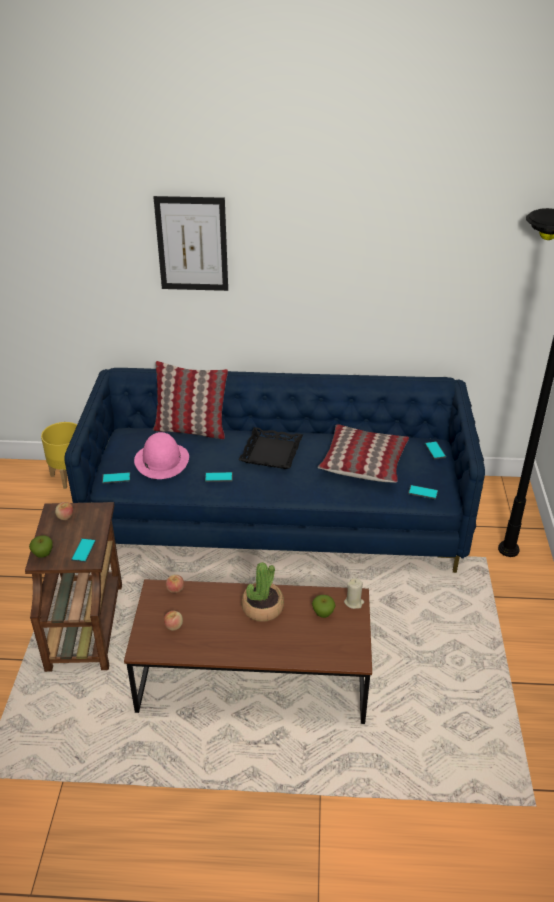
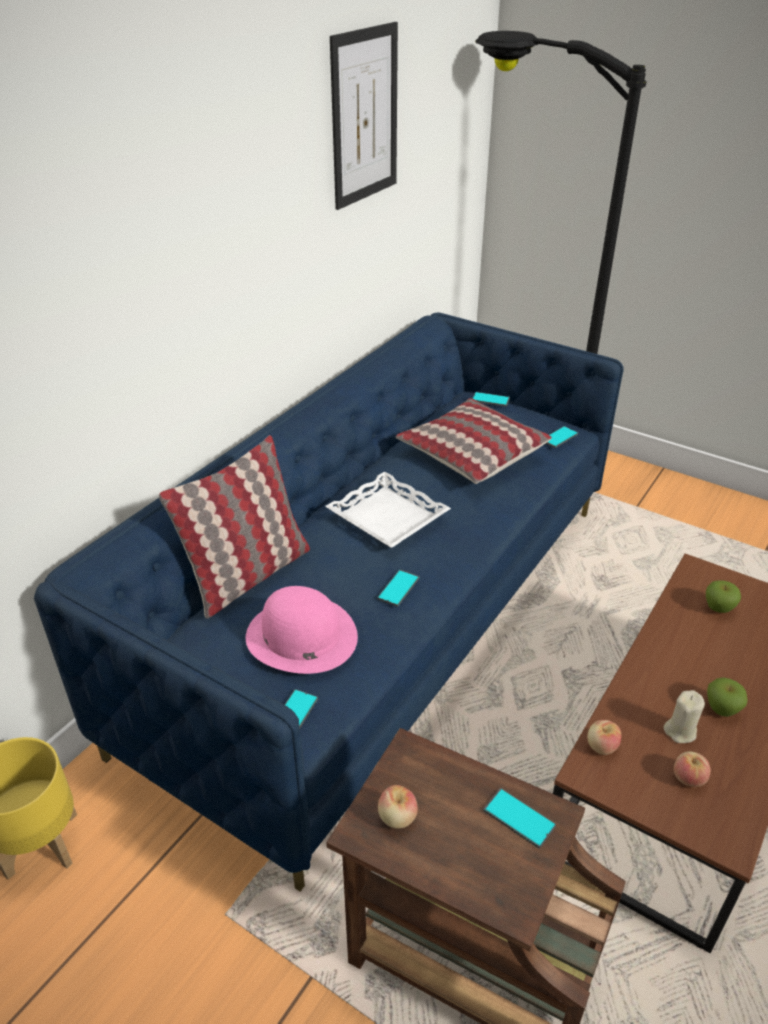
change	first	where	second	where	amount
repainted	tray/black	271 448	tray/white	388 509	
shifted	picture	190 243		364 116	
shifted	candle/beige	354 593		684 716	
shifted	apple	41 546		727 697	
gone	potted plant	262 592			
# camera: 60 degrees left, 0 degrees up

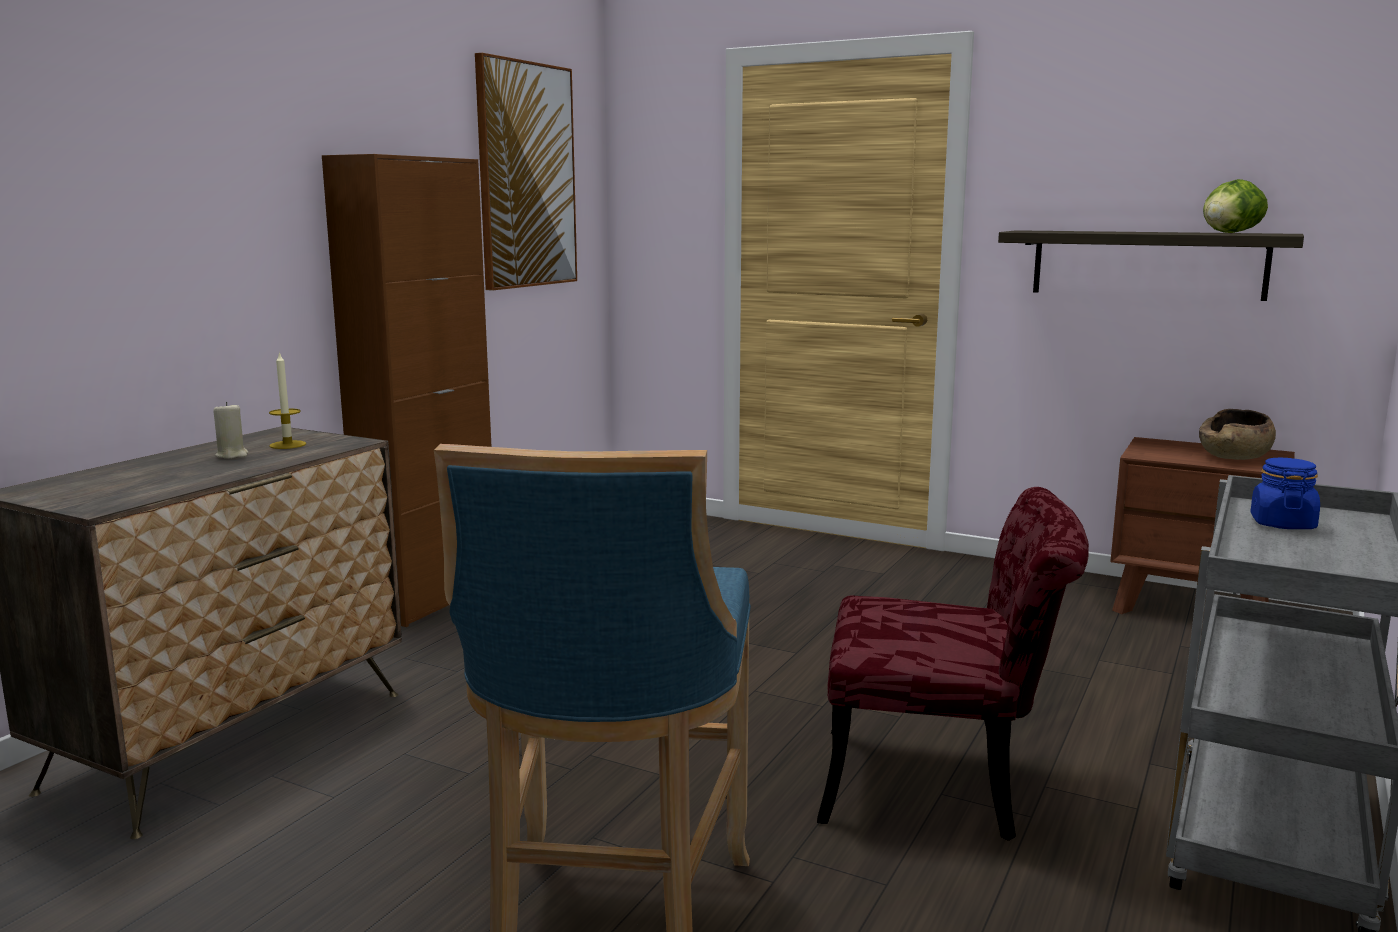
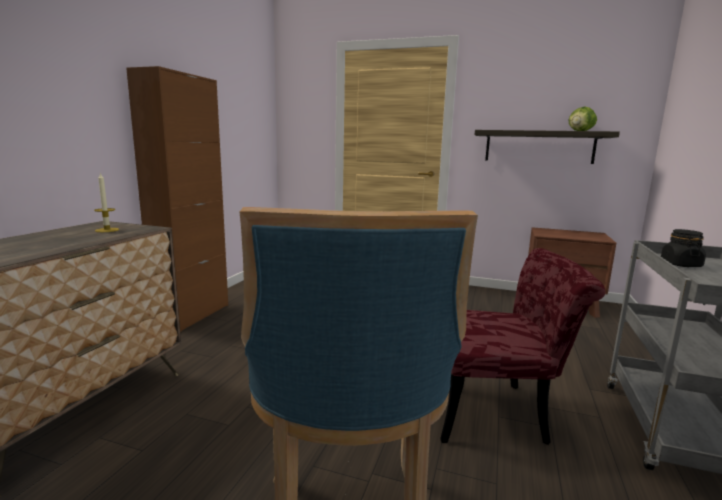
change	first	where	second	where	amount
repainted	jar/blue	1285 493	jar/black	683 248	
gone	candle/beige	231 430			
gone	picture	526 172			
gone	bowl/brown	1237 434			
# camera: 10 degrees left, 0 degrees up

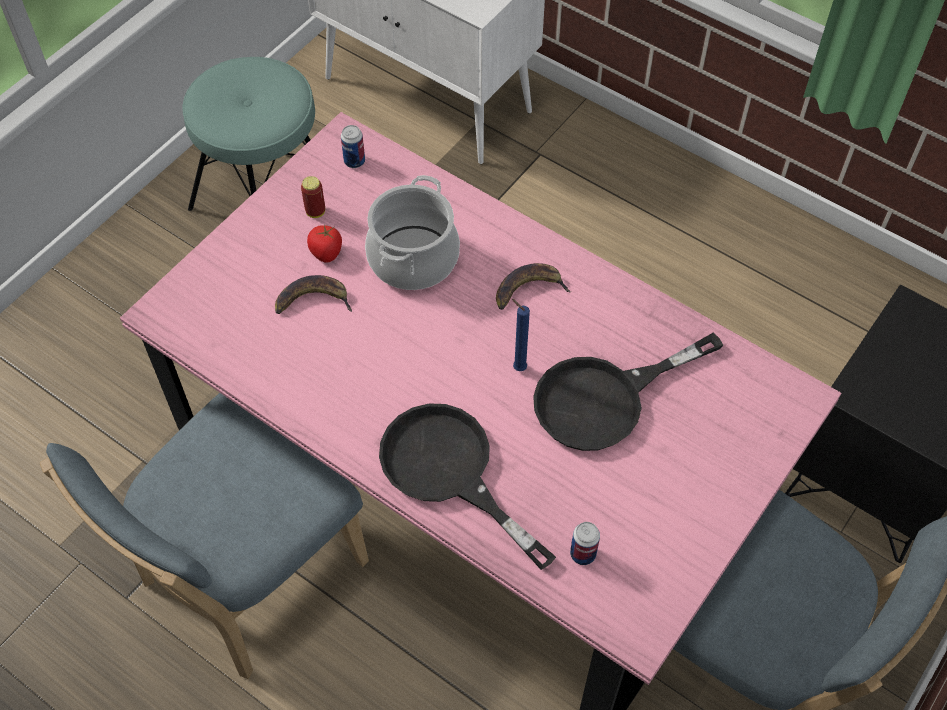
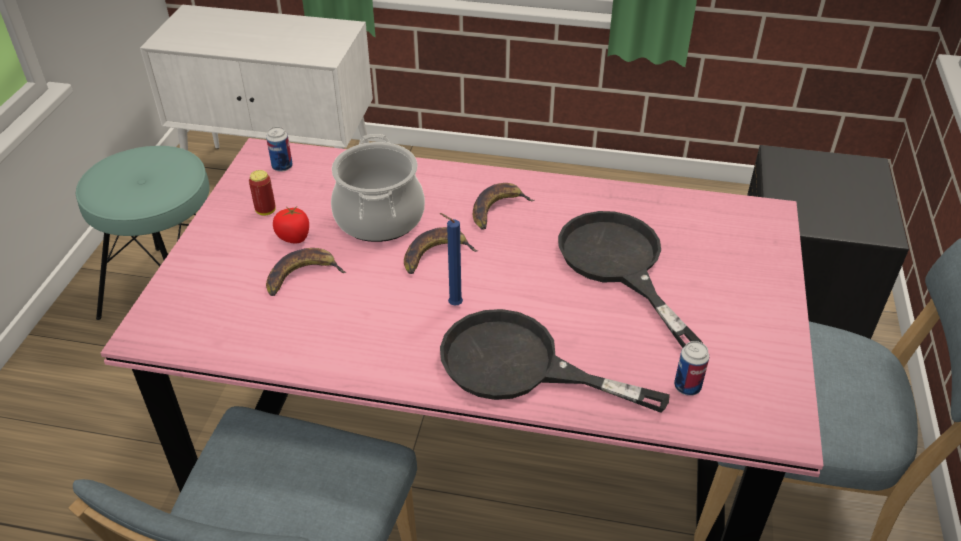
change	first	where	second	where	amount
new			banana	441 250	
shifted	candle/blue	521 335		451 259	
rotated	frying pan/black	628 391		630 279	120 degrees clockwise
# camera: 25 degrees left, 15 degrees down

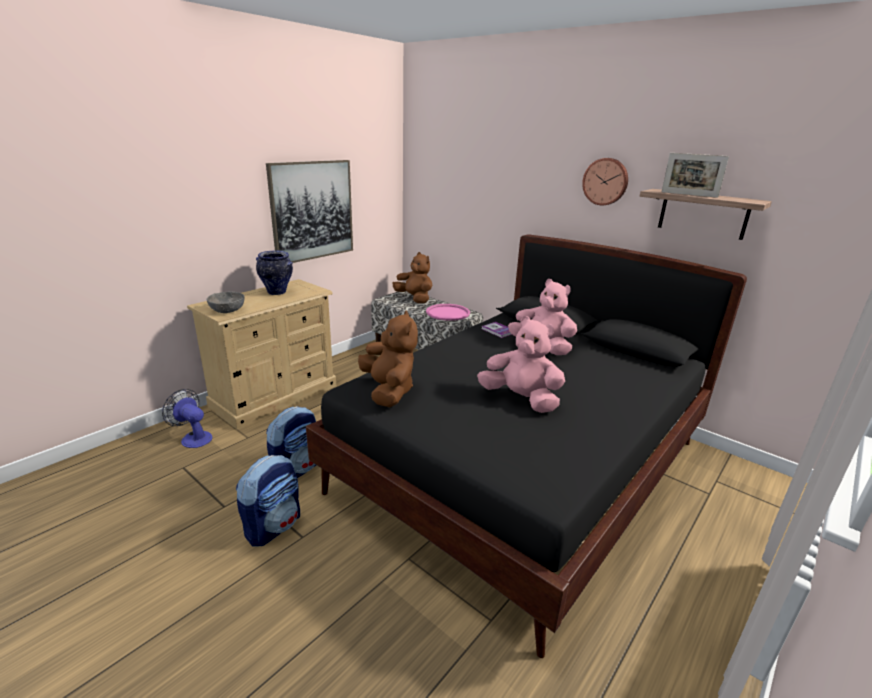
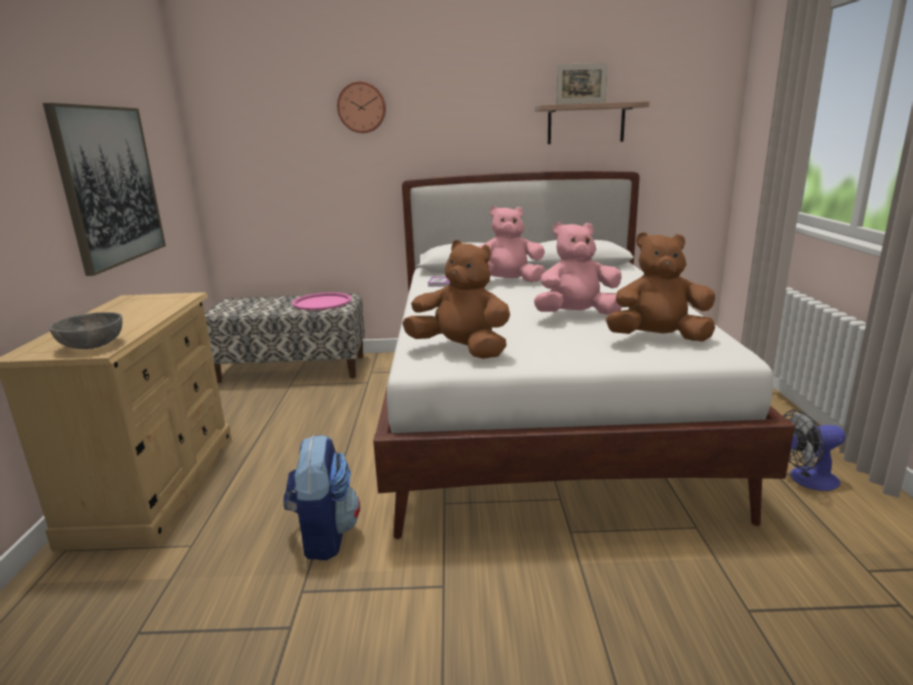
change	first	where	second	where	amount
shifted	wall clock	605 182		361 107	
repainted	bed/black	526 446	bed/white	584 355	
shifted	plush toy/brown	412 277		660 287	
shifted	fan	187 418		814 450	
gone	backpack	268 501			
gone	vase	274 273			
# camera: 40 degrees left, 5 degrees down

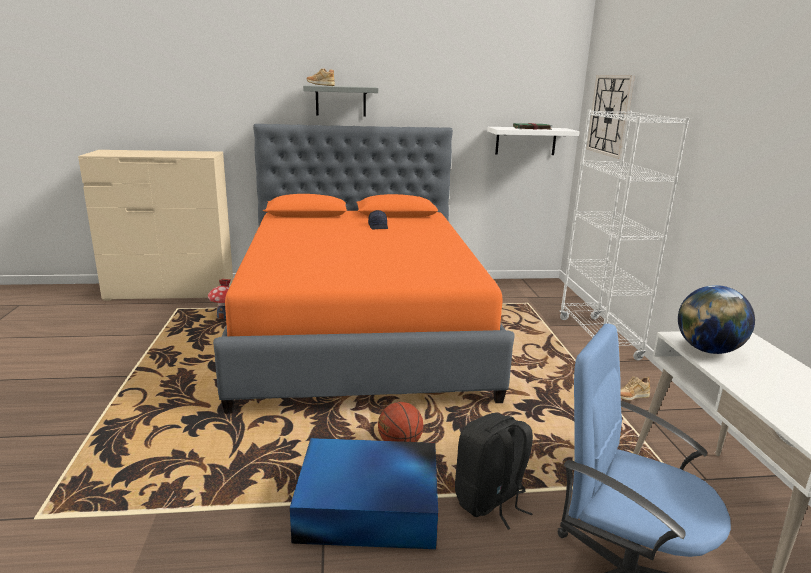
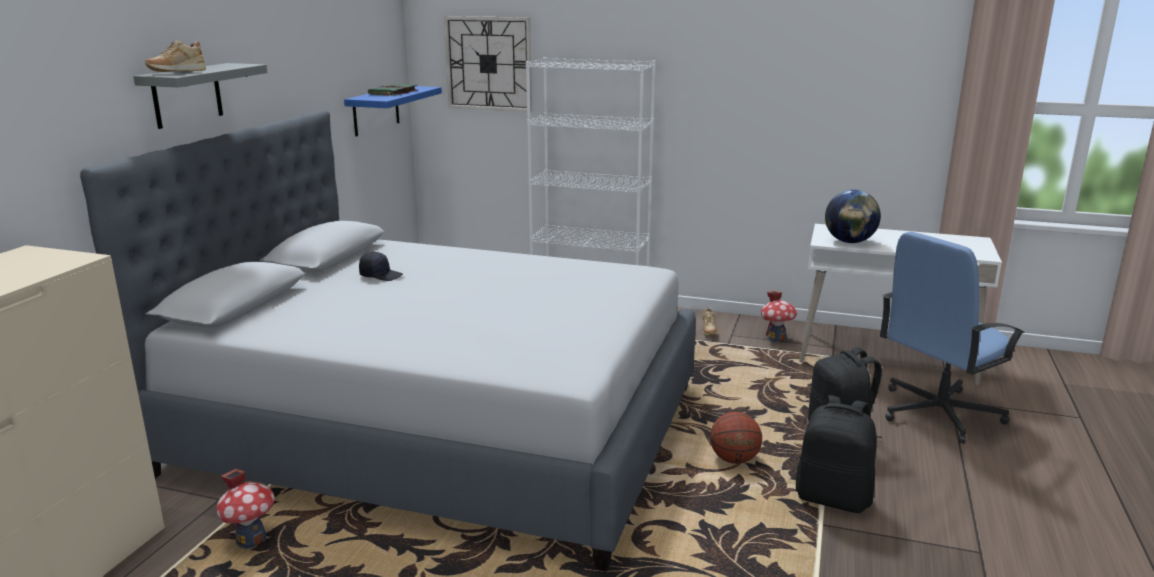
change	first	where	second	where	amount
repainted	bed/orange	364 269	bed/grey	388 341	
repainted	shelf/white	533 141	shelf/blue	393 111	
new			toy house	779 317	
swapped	storage box/blue	364 493	backpack/black	836 454	
# camera: 65 degrees left, 0 degrees up

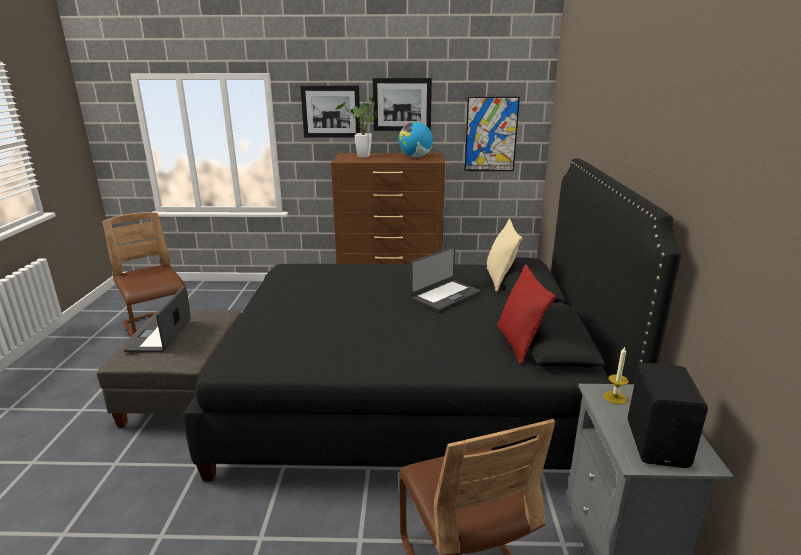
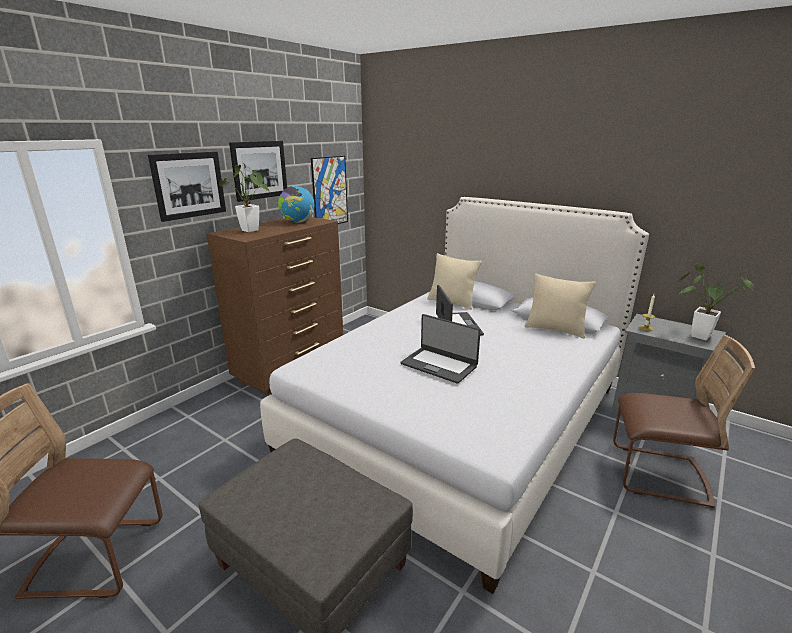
change	first	where	second	where	amount
repainted	bed/black	432 319	bed/white	454 395	
shifted	laptop	157 319		440 349	
repainted	pillow/red	526 314	pillow/beige	560 305	
swapped	speaker/black	668 415	potted plant	716 301	
# camera: 55 degrees left, 0 degrees up

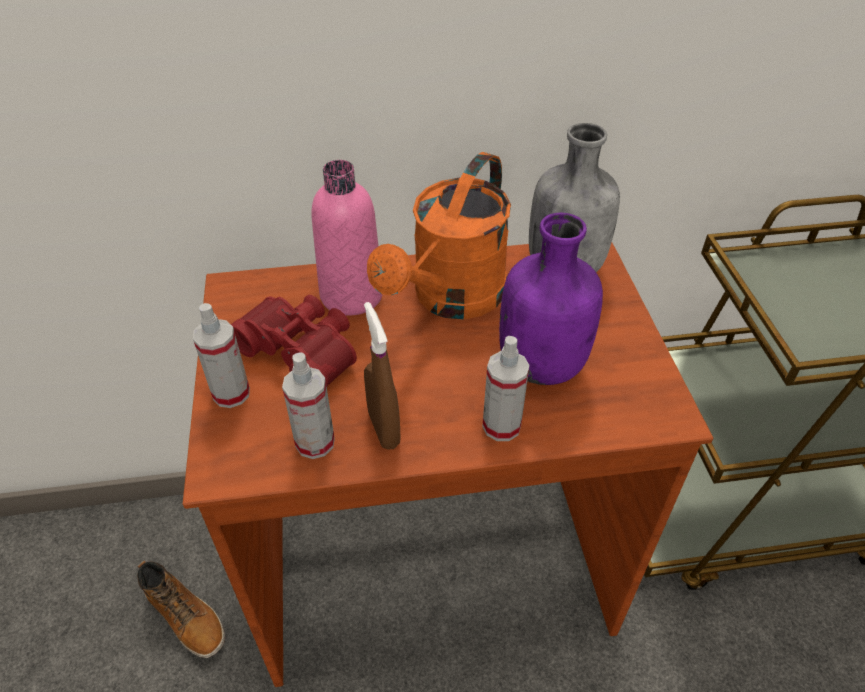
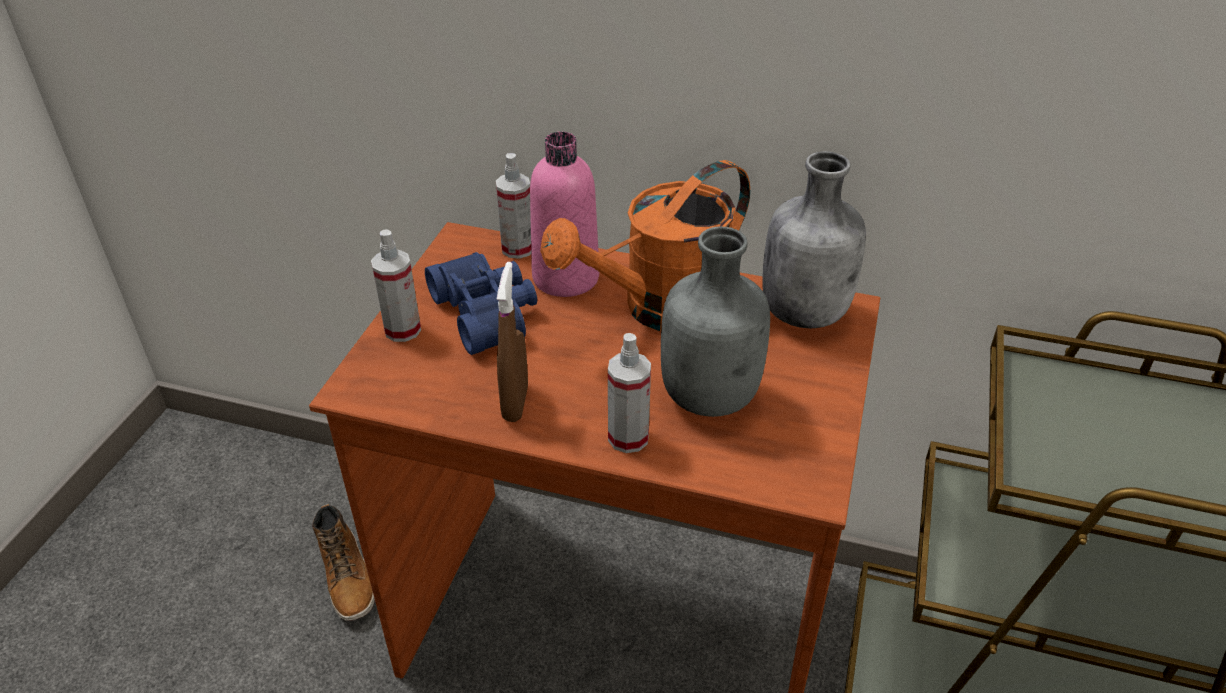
change	first	where	second	where	amount
repainted	binoculars/red	294 341	binoculars/blue	481 303	
shifted	spray bottle	308 406		513 206	
repainted	bottle/purple	551 298	bottle/grey	715 322	
# camera: 25 degrees right, 5 degrees down

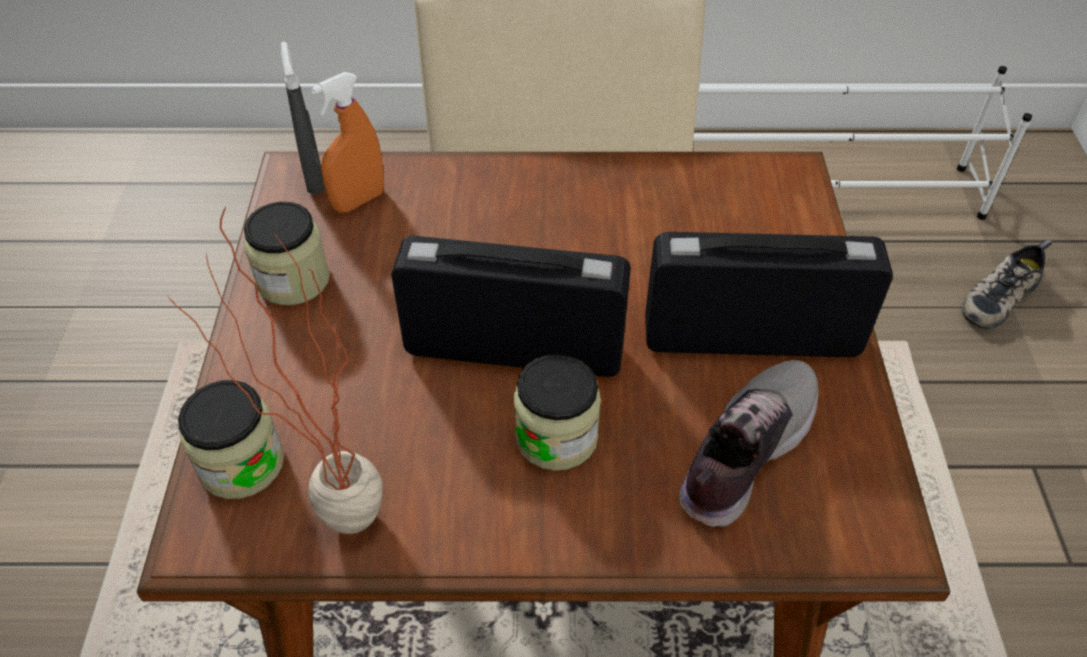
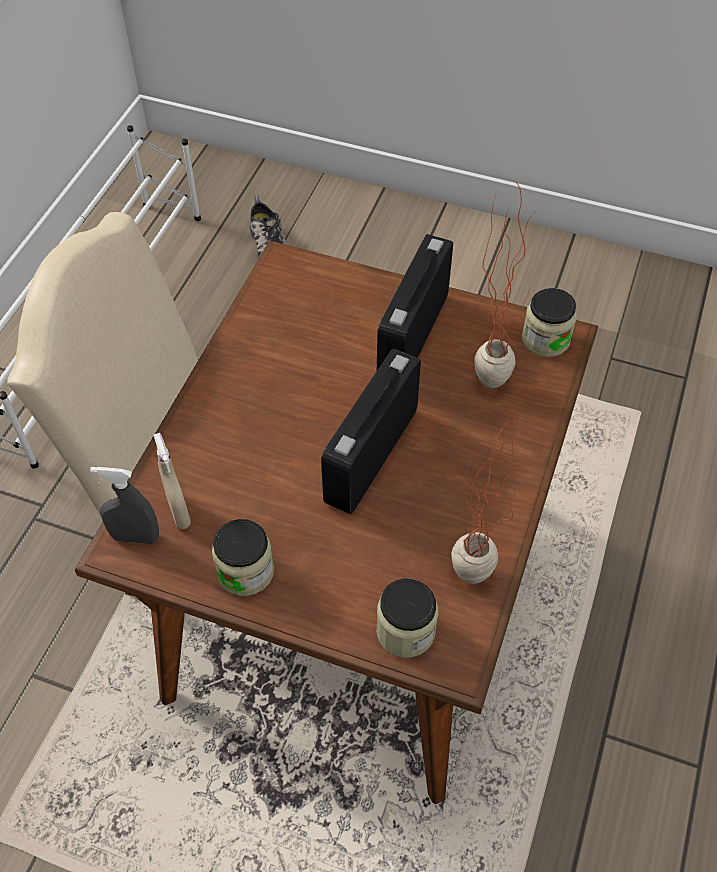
change	first	where	second	where	amount
repainted	spray bottle/orange	347 142	spray bottle/beige	172 481	
swapped	shoe	748 443	potted plant	506 286	
shifted	jar	557 412		549 322	
# camera: 70 degrees left, 5 degrees up

